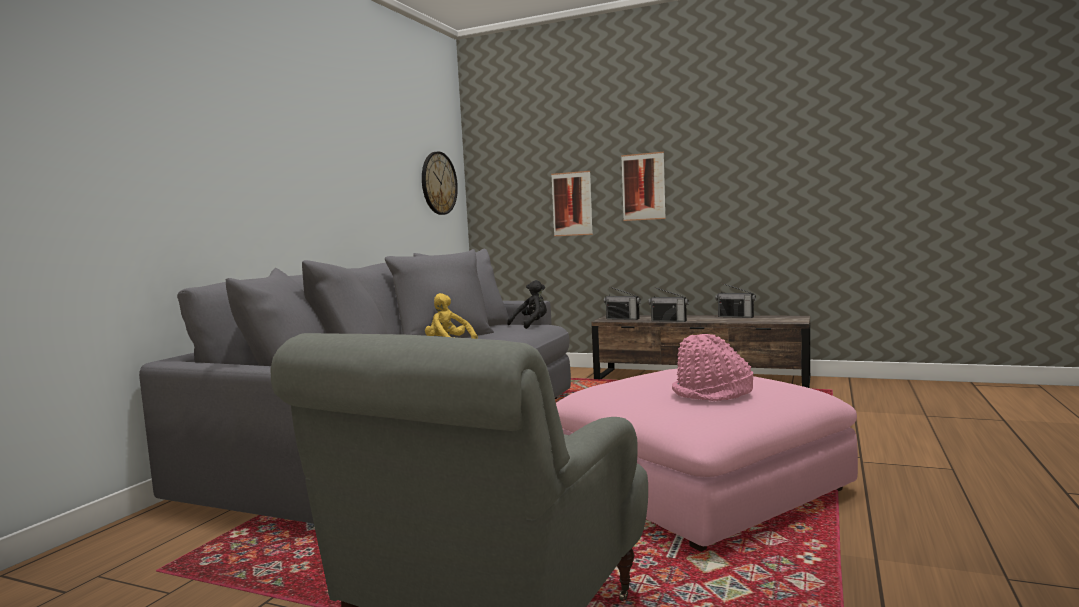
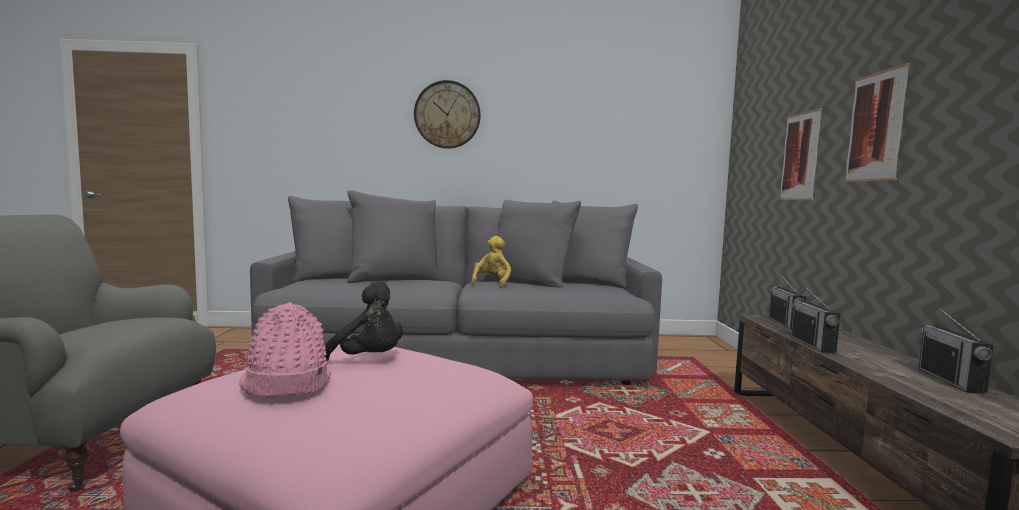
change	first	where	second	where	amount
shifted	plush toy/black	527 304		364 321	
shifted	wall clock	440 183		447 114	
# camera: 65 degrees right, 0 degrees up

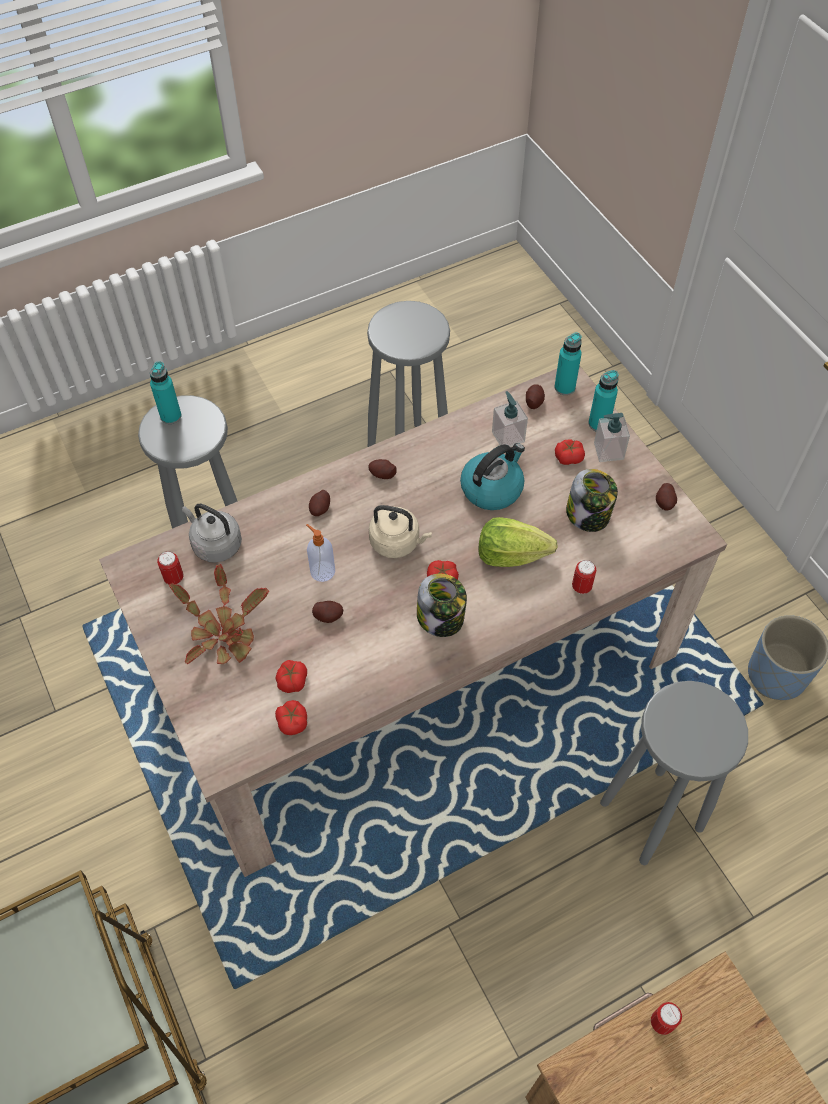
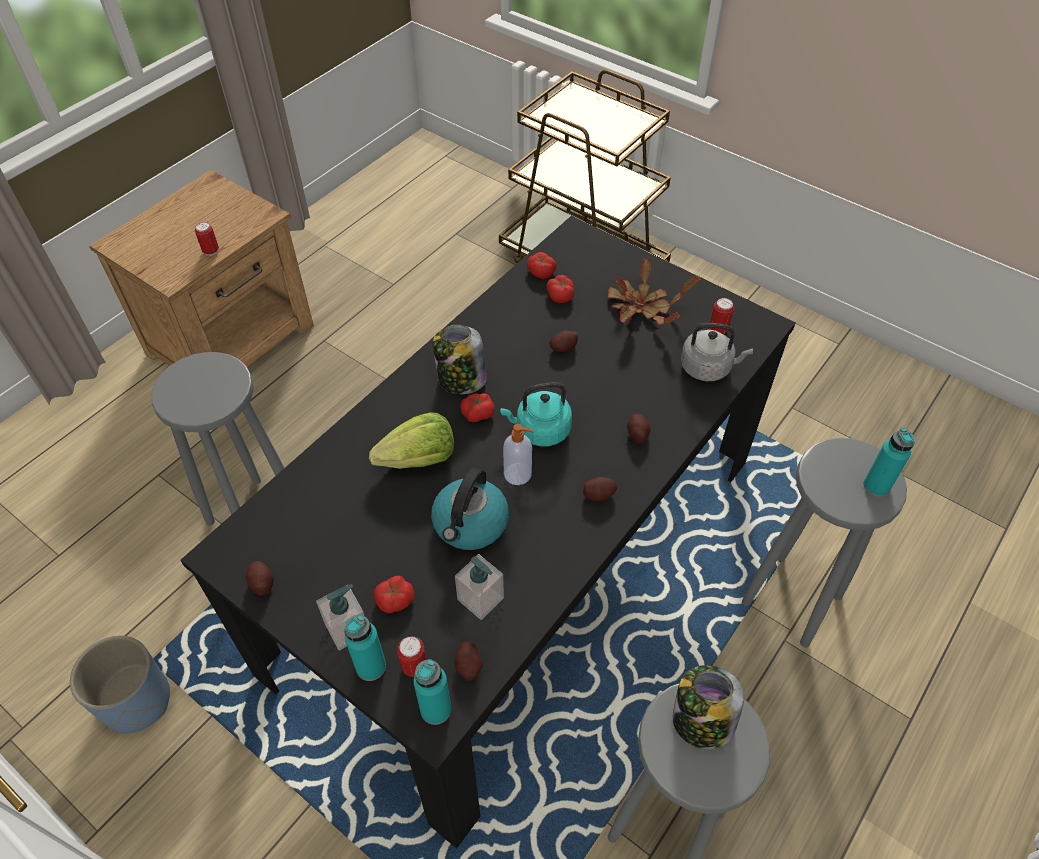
change	first	where	second	where	amount
repainted	dining table/beige	413 621	dining table/black	487 532	
shifted	can	584 577		412 656	
repainted	kettle/beige	400 531	kettle/turquoise	536 414	
shifted	soap dispenser	320 553		519 454	
shifted	jar	592 500		708 707	
# camera: 155 degrees right, 5 degrees down

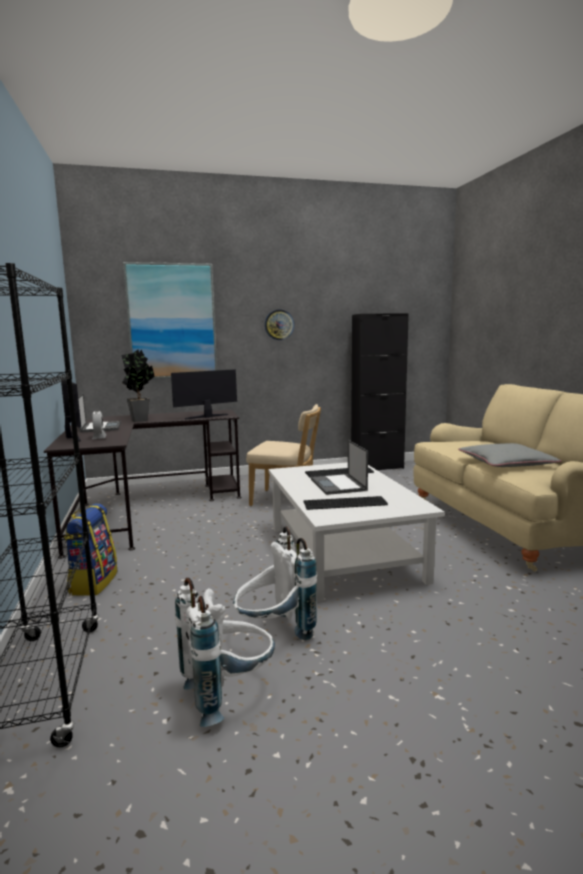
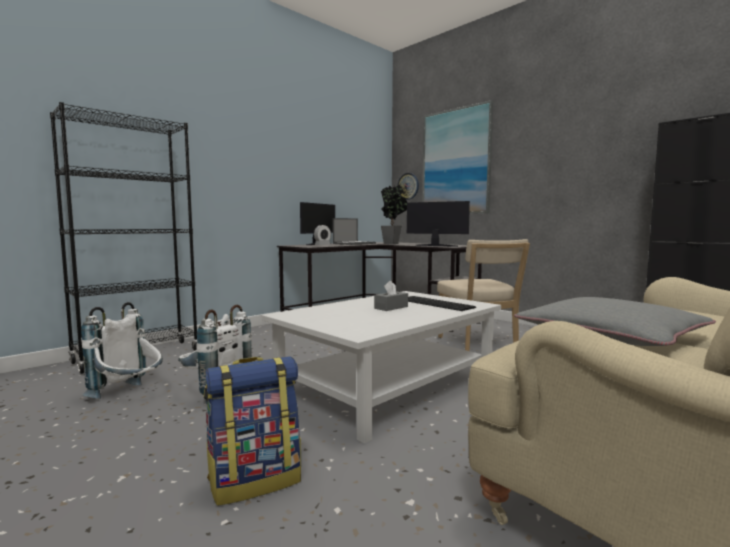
change	first	where	second	where	amount
shifted	backpack	90 549		252 431	
swapped	laptop	339 467	tissue box/grey	391 295	
shifted	wall clock	279 325		408 186	
gone	keyboard	345 503			
# camera: 60 degrees right, 5 degrees down

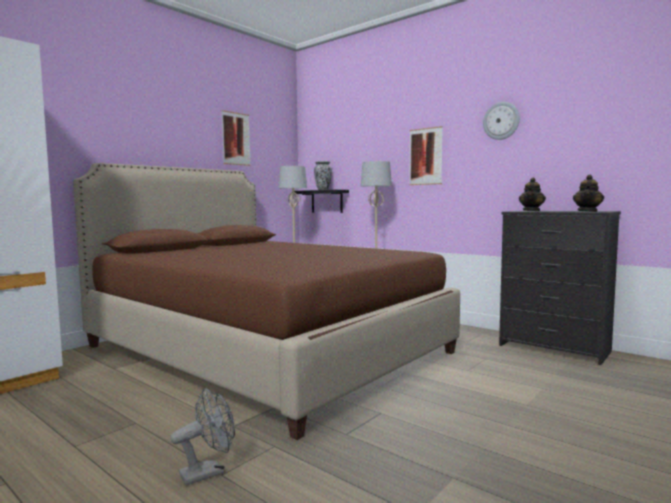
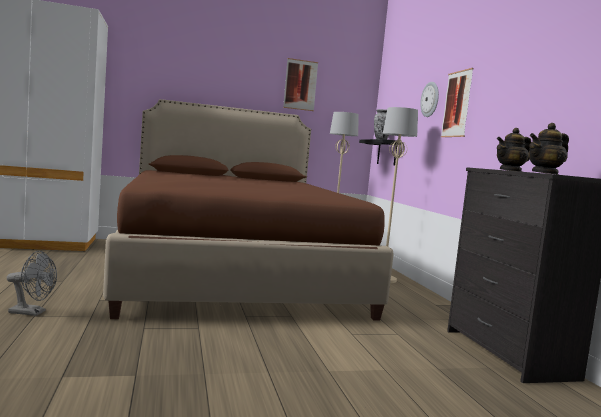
change	first	where	second	where	amount
shifted	wall clock	501 121		429 99	
# camera: 35 degrees right, 0 degrees up

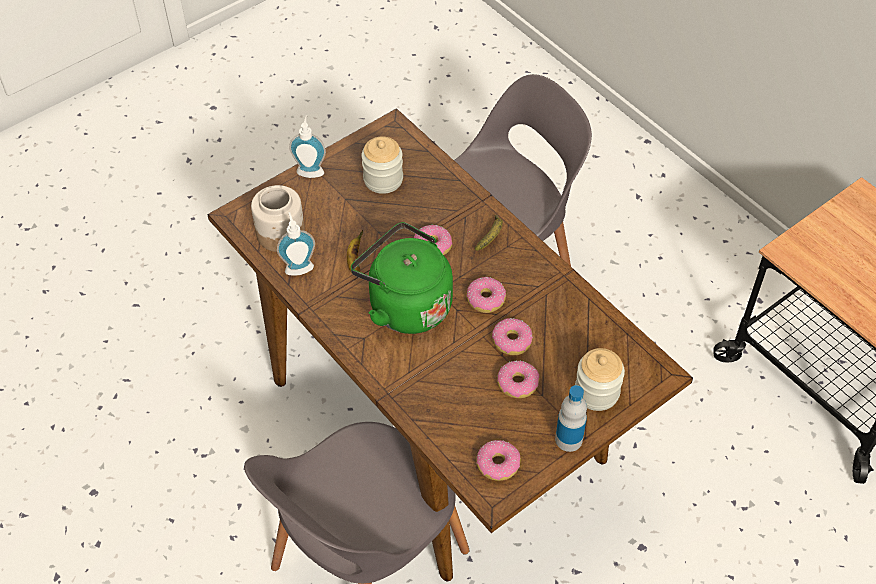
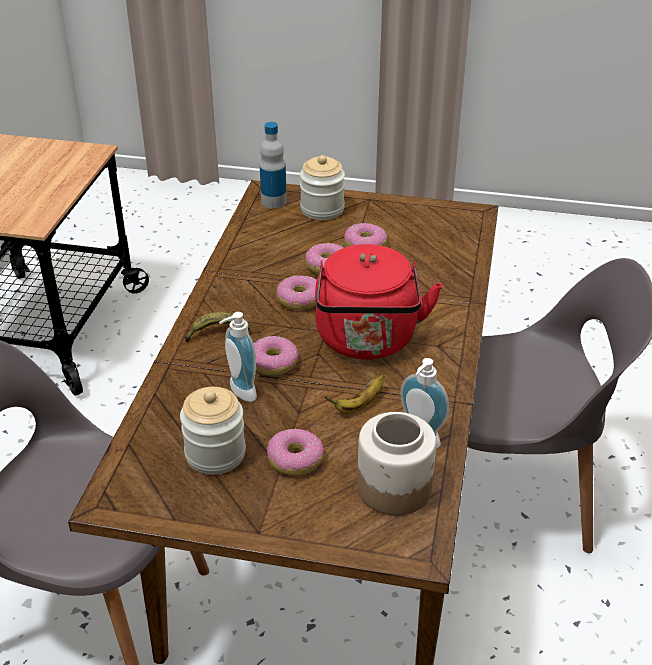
change	first	where	second	where	amount
shifted	soap dispenser	307 146		238 357	
shifted	bottle	571 418		273 165	
shifted	donut	499 460		295 452	
repainted	kettle/green	402 278	kettle/red	379 302	
# camera: 130 degrees left, 15 degrees down

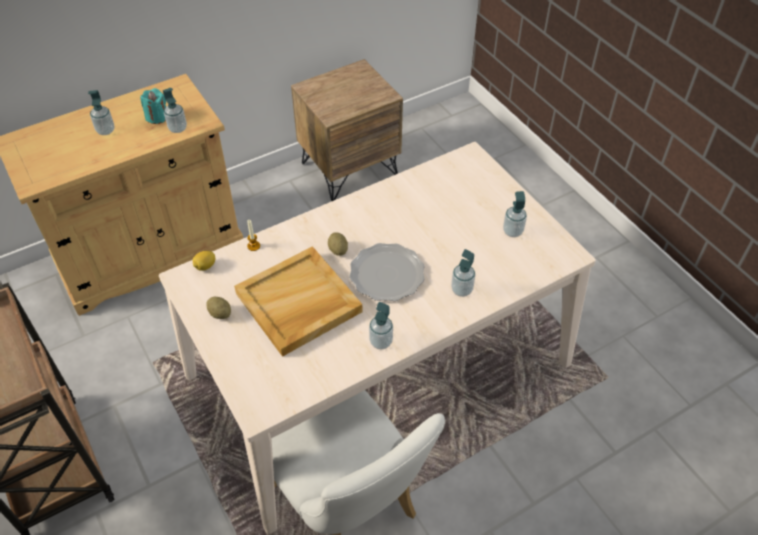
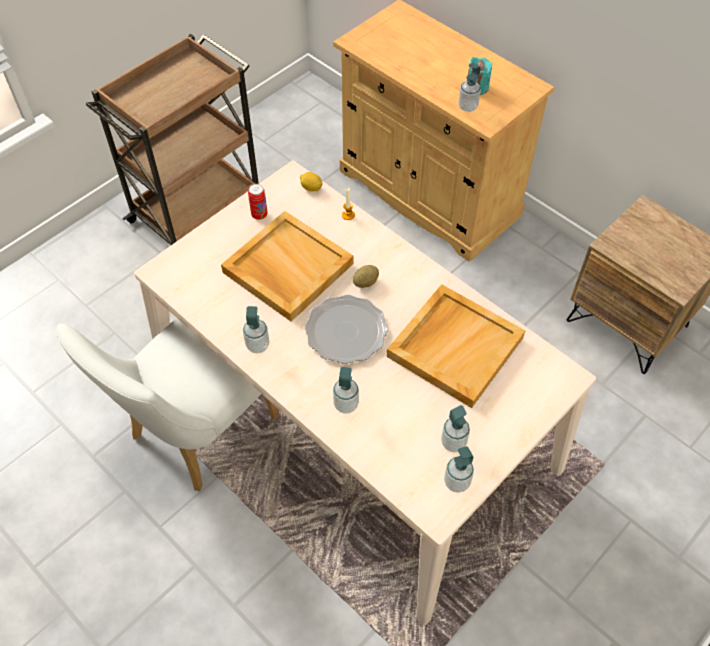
change	first	where	second	where	amount
swapped	potato	218 308	can	258 202	
new			tray/beige	456 346	
shifted	soap dispenser	101 112		459 469	
# camera: 75 degrees right, 5 degrees up

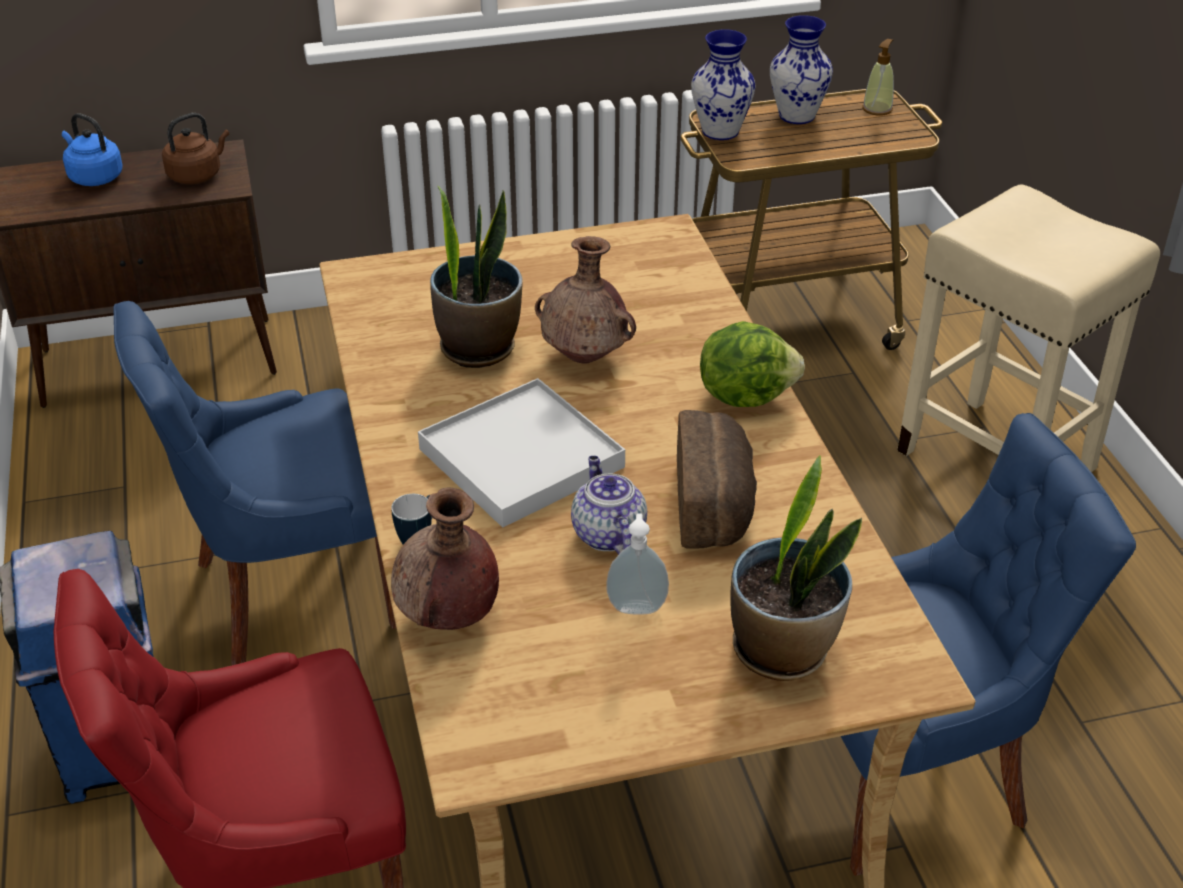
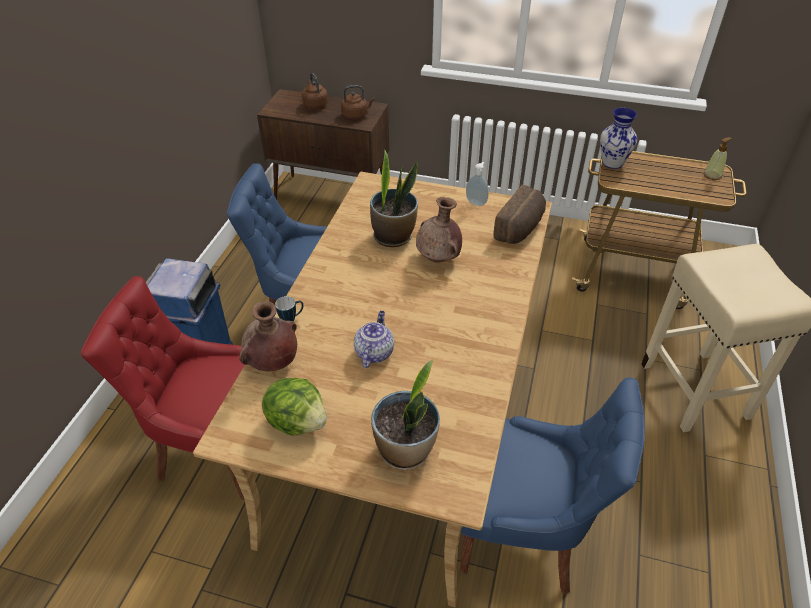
change	first	where	second	where	amount
shifted	lettuce	752 364		294 407	
repainted	kettle/blue	92 149	kettle/brown	315 91	
shifted	soap dispenser	637 564		477 184	
shifted	bread	717 479		519 214	
gone	tray/white	521 453			
gone	vase	801 69			
# camera: 30 degrees right, 5 degrees up

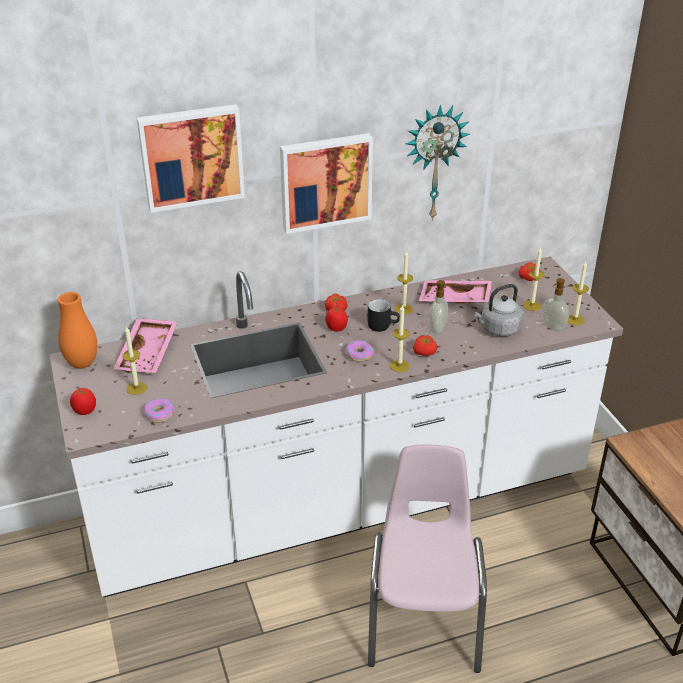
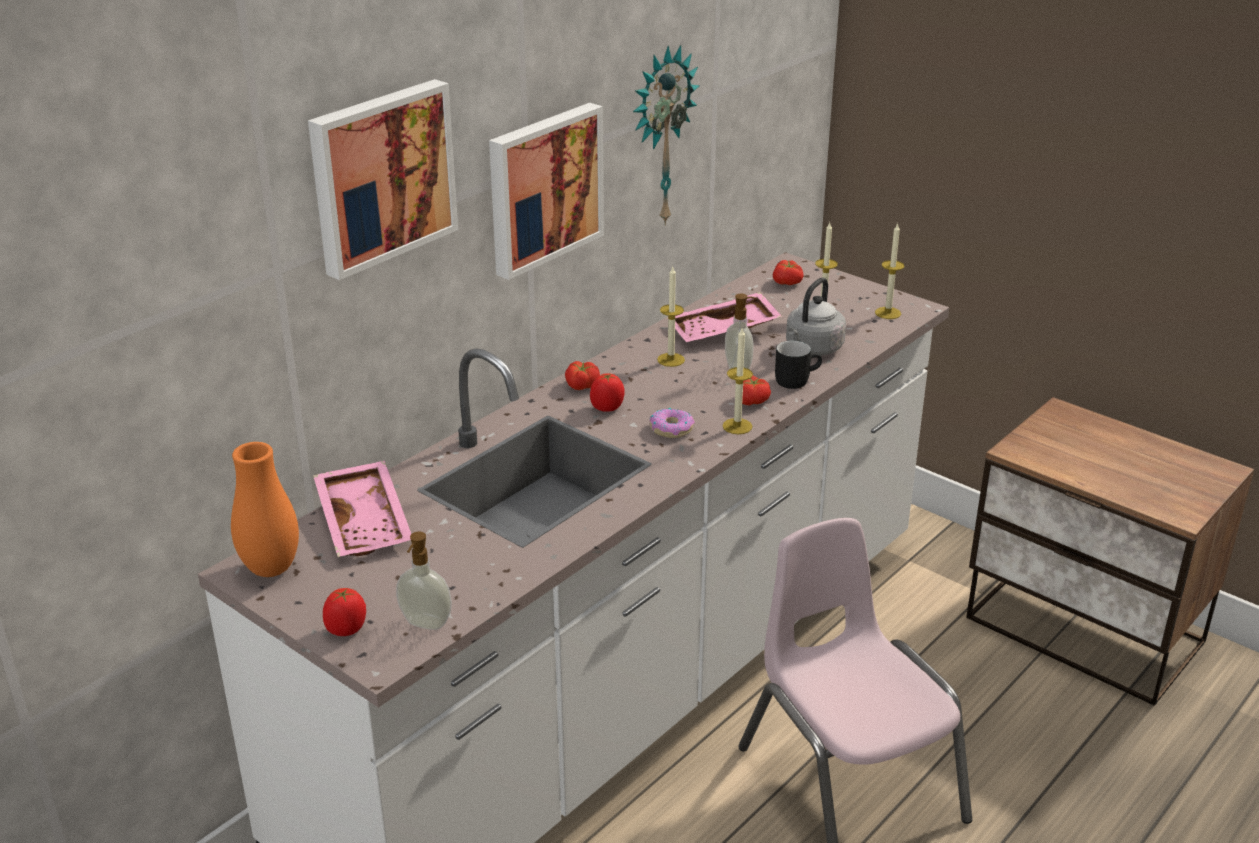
change	first	where	second	where	amount
shifted	soap dispenser	555 304		424 580	
shifted	mug/black	384 315		798 365	
gone	candle	134 360			
gone	donut	159 410			
# camera: 30 degrees left, 5 degrees down

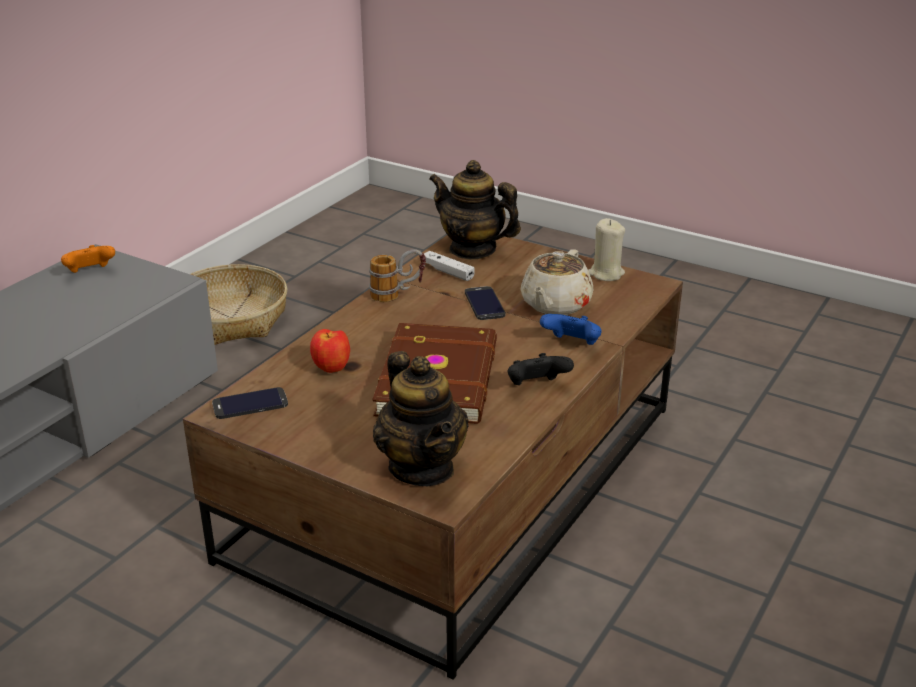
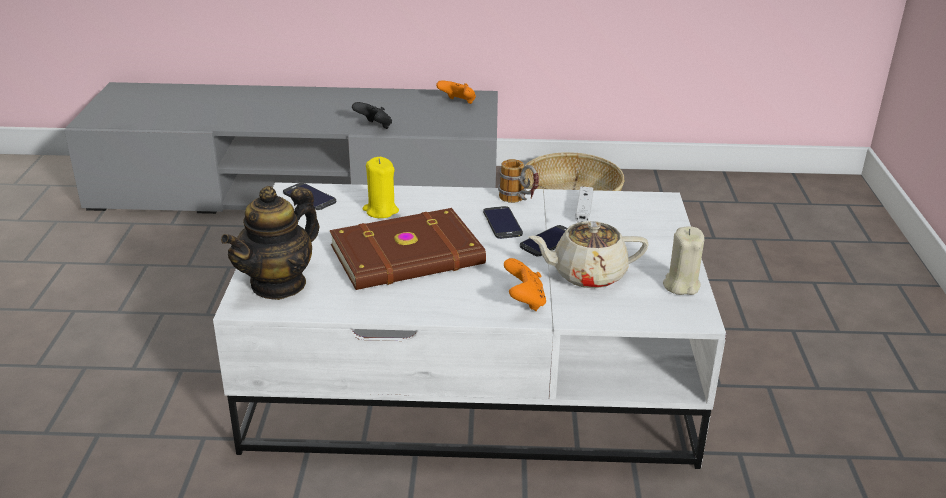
change	first	where	second	where	amount
repainted	coffee table/brown	433 457	coffee table/white	469 325	
shifted	game controller/black	541 369		372 115	
swapped	apple	330 351	candle/yellow	381 187	
new			phone	503 222	
repainted	game controller/blue	571 329	game controller/orange	525 284	
gone	teapot	475 210			
# camera: 60 degrees right, 0 degrees up

